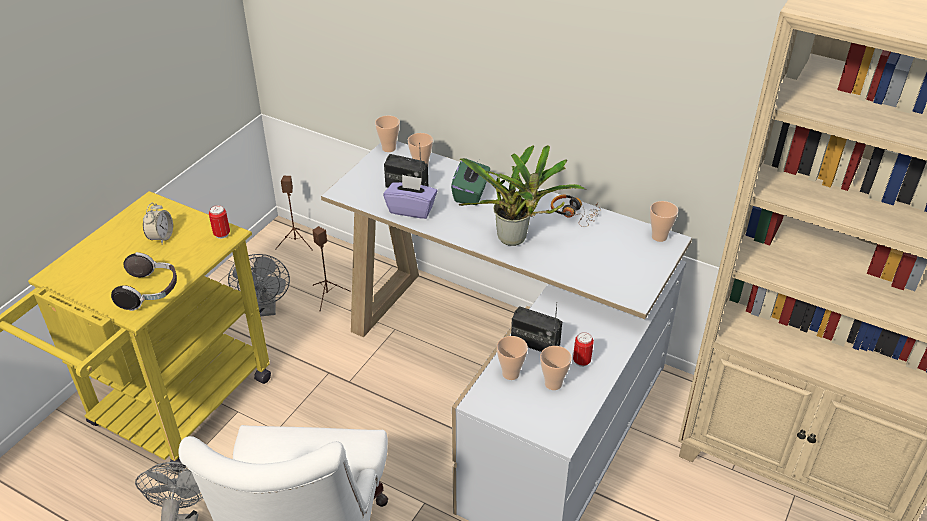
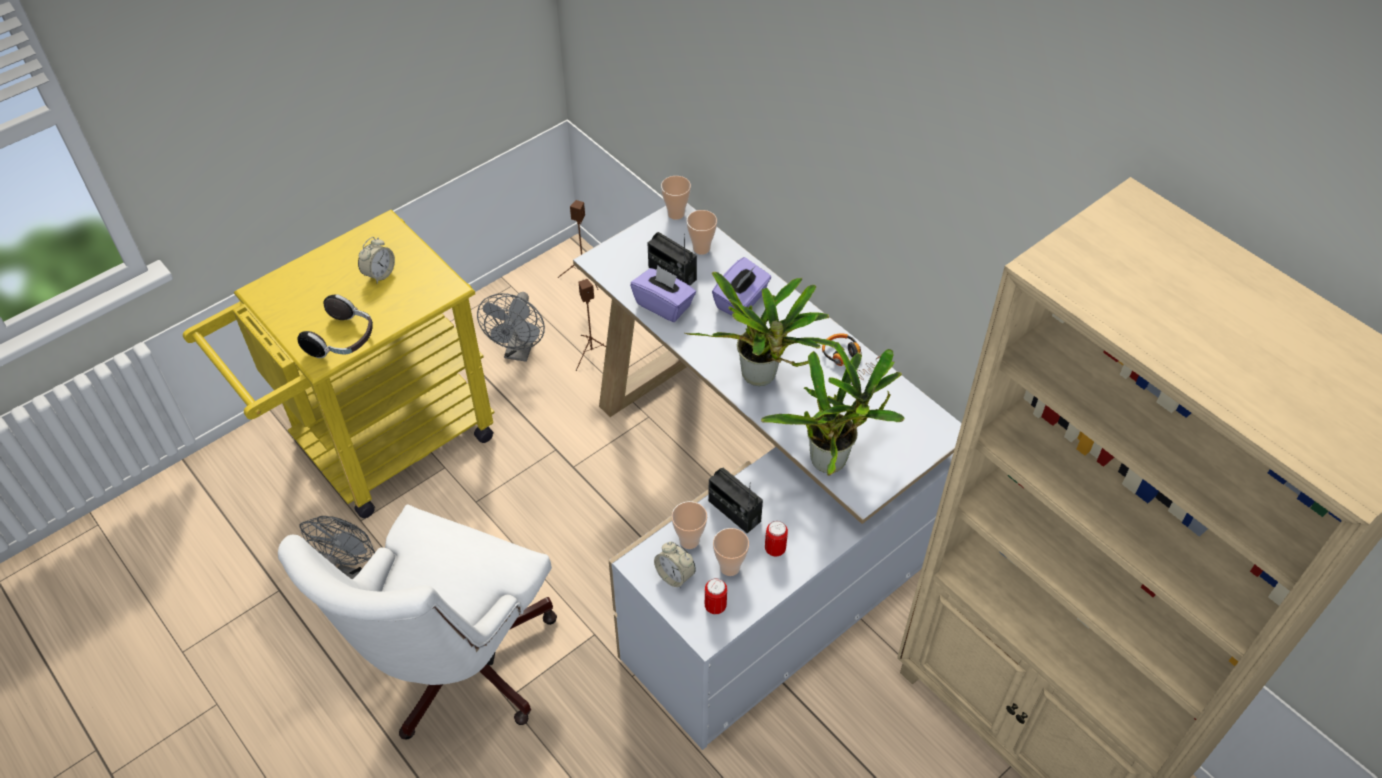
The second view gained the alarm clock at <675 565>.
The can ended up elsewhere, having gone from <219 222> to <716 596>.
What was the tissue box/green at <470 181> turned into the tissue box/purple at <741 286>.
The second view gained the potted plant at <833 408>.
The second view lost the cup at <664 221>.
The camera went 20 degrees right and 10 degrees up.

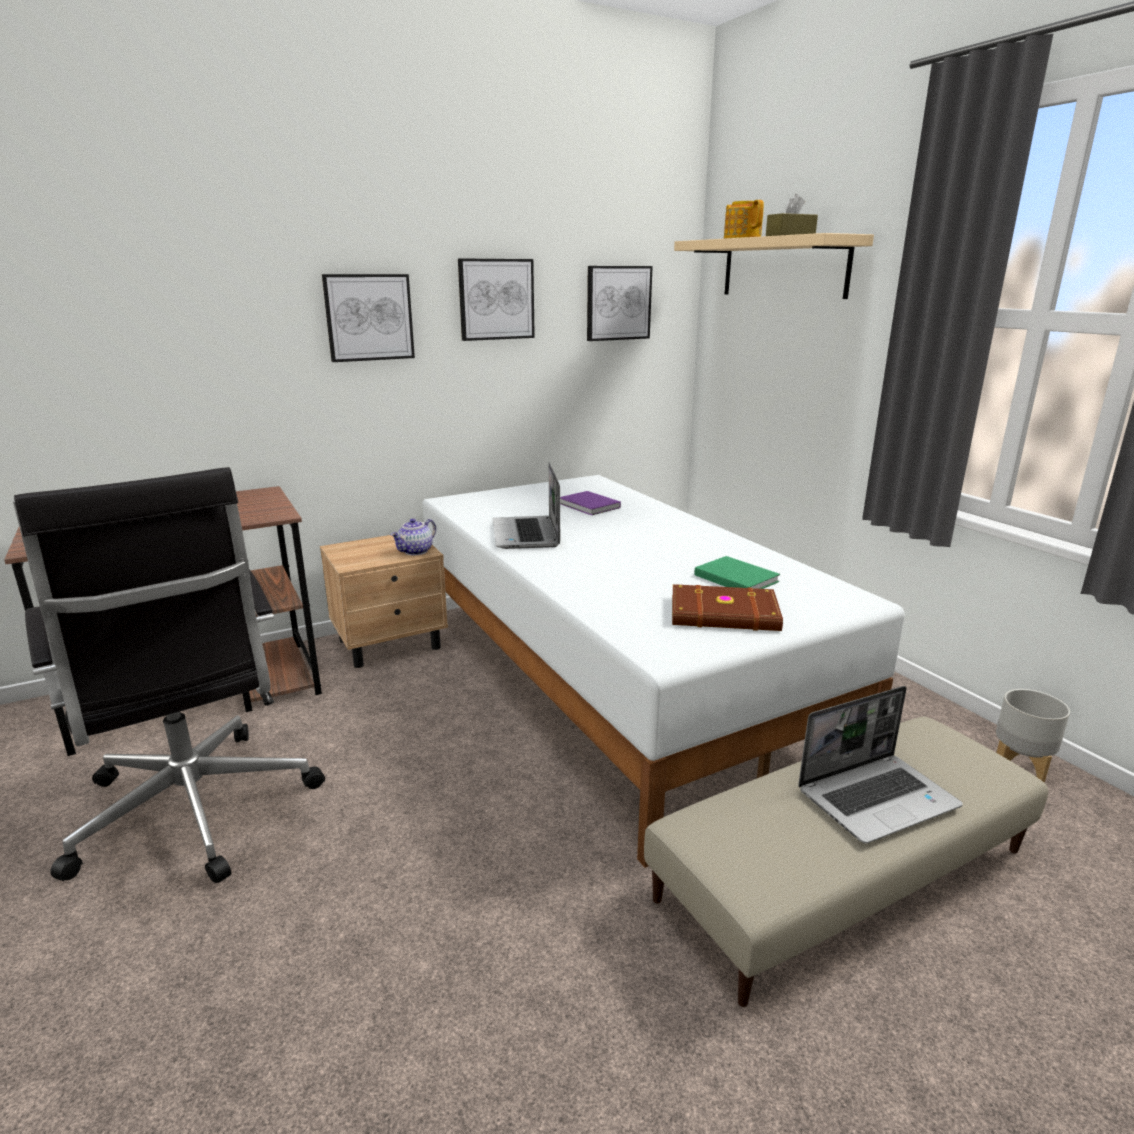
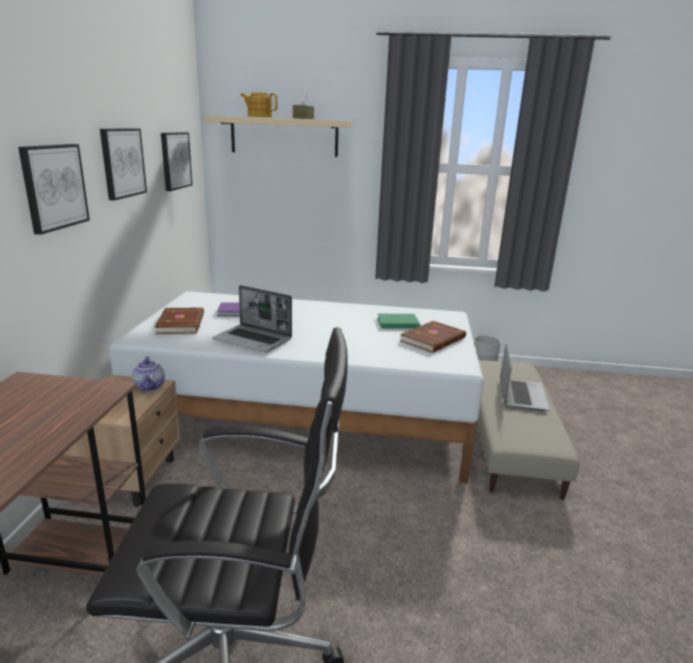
The second view gained the book/brown at <179 320>.
The camera went 55 degrees left and 0 degrees up.

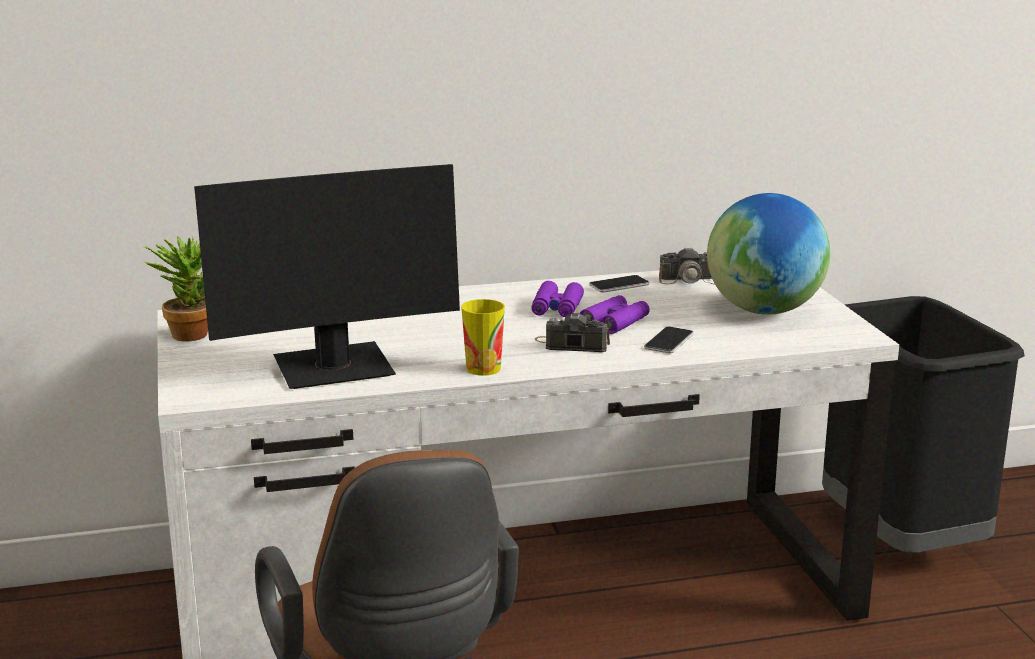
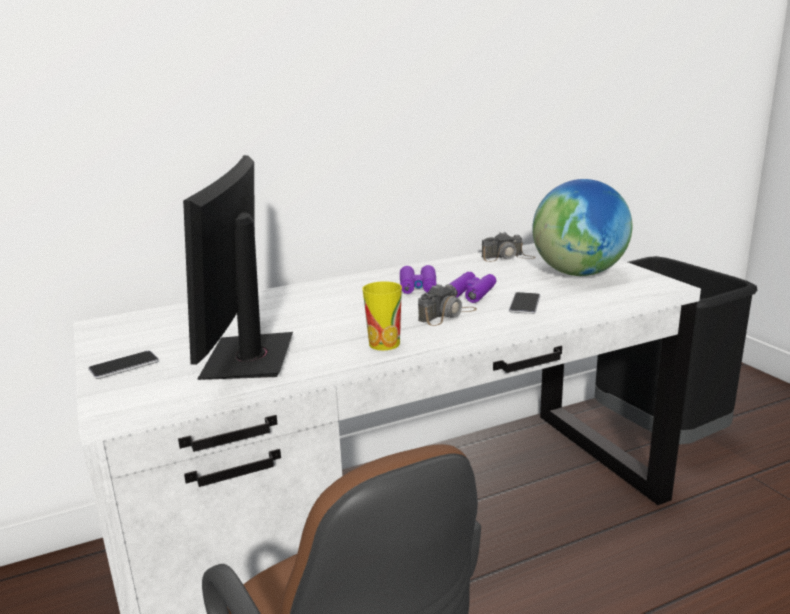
The phone ended up elsewhere, having gone from <619 284> to <123 365>.
The monitor at <327 276> ended up facing another way, 120 degrees clockwise from before.
The photo camera at <572 332> ended up facing another way, 135 degrees clockwise from before.
The second view lost the potted plant at <175 289>.
The camera went 10 degrees left and 0 degrees up.

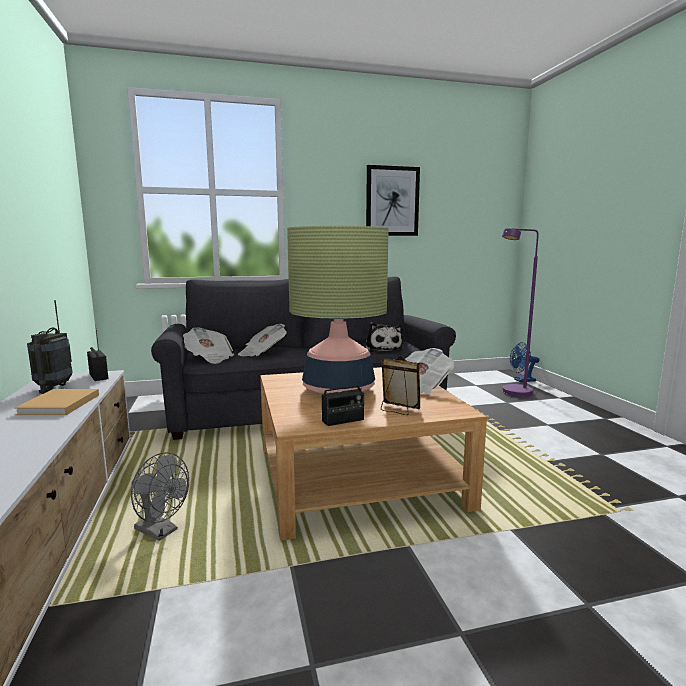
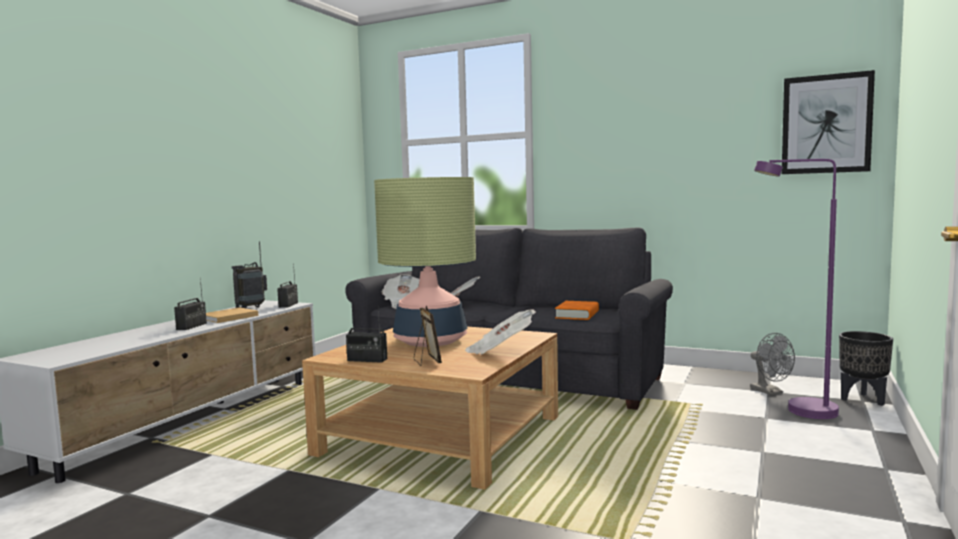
The second view gained the radio at <190 304>.
Where the plush toy stood at <384 337>, the book/orange came to stand at <577 310>.
The fan/grey ended up elsewhere, having gone from <160 496> to <772 364>.
The picture ended up elsewhere, having gone from <393 200> to <828 122>.
Where the fan/blue stood at <524 362>, the planter/black came to stand at <866 368>.
The camera went 40 degrees right and 5 degrees down.

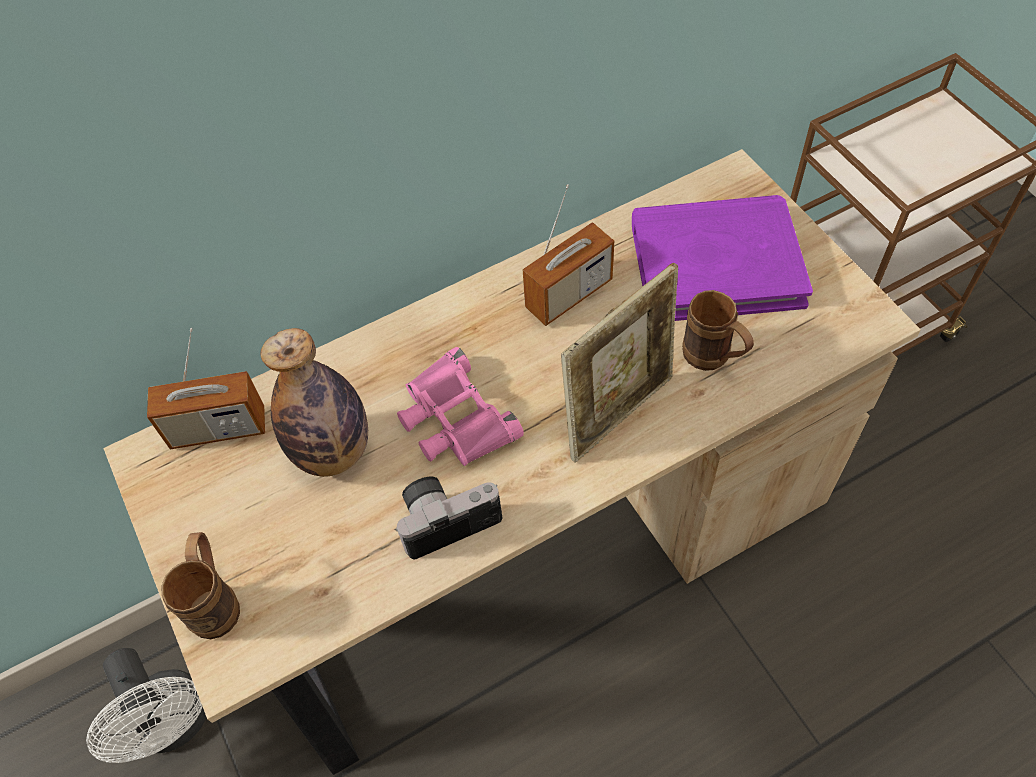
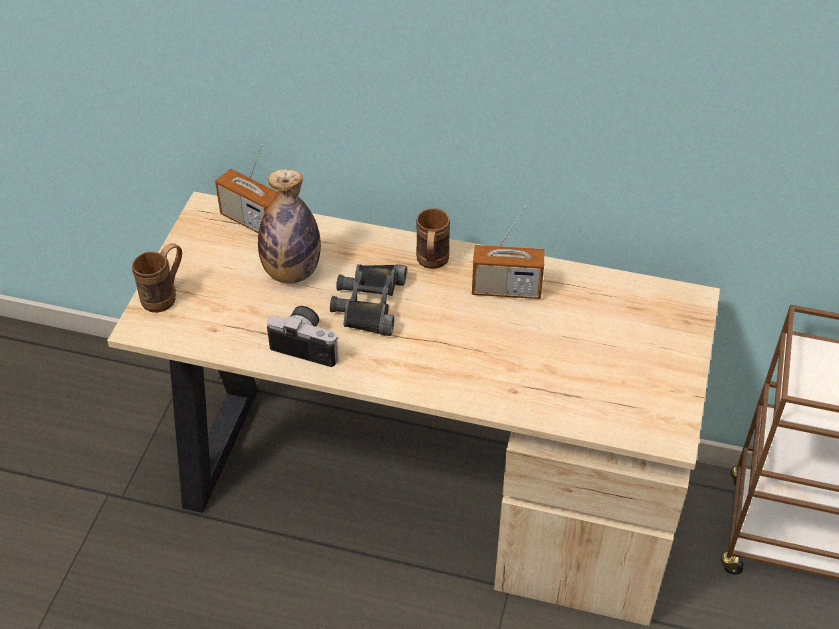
What was the binoculars/pink at <460 406> turned into the binoculars/black at <368 300>.
The mug/brown ended up elsewhere, having gone from <718 330> to <433 238>.
The second view lost the fan/white at <146 705>.
The second view lost the picture frame at <619 363>.
The second view lost the book/purple at <722 258>.
The camera went 40 degrees right and 10 degrees down.

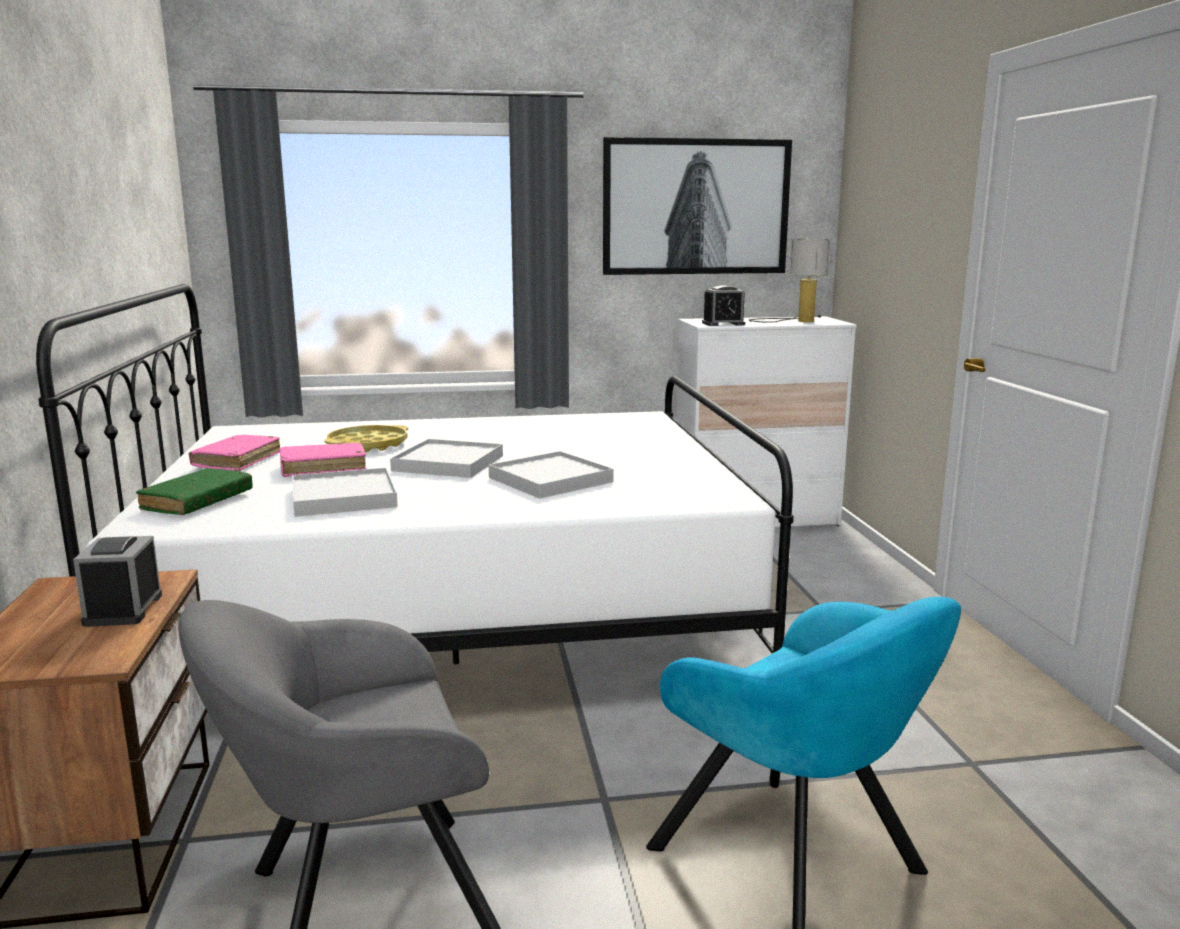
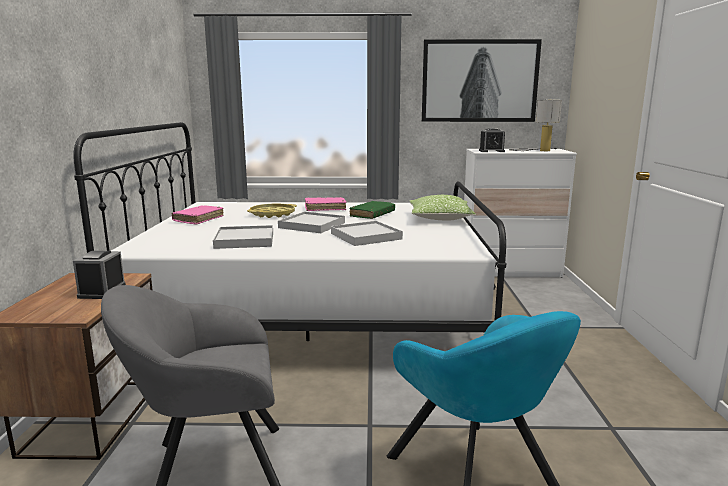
The book/pink ended up elsewhere, having gone from <323 460> to <325 204>.
The book/green ended up elsewhere, having gone from <194 491> to <372 210>.
The second view gained the pillow at <443 208>.
The camera went 10 degrees right and 0 degrees up.

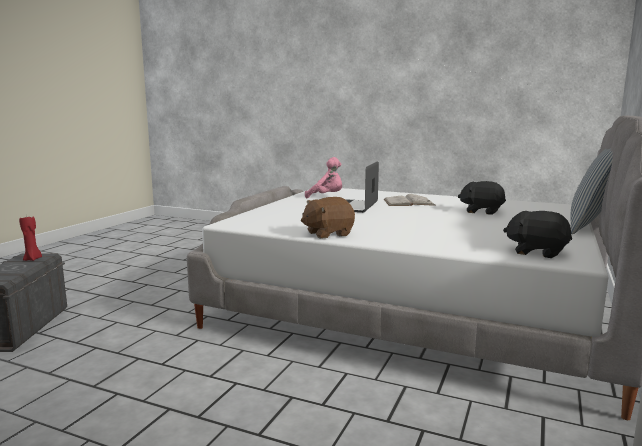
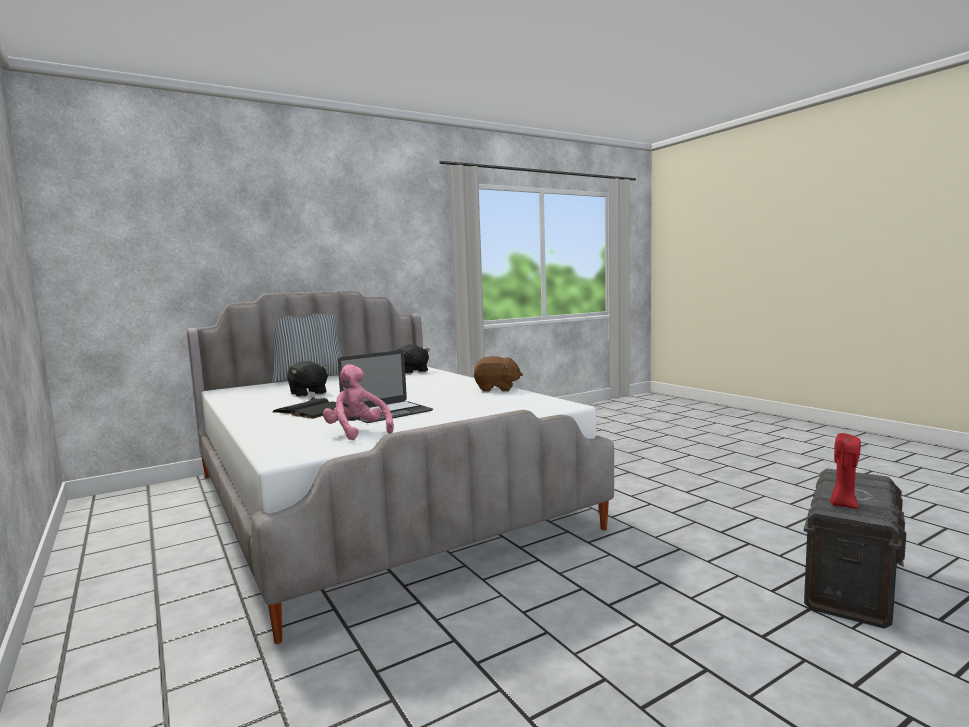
What was the book/white at <410 200> turned into the book/black at <304 408>.
The camera went 145 degrees left and 5 degrees down.

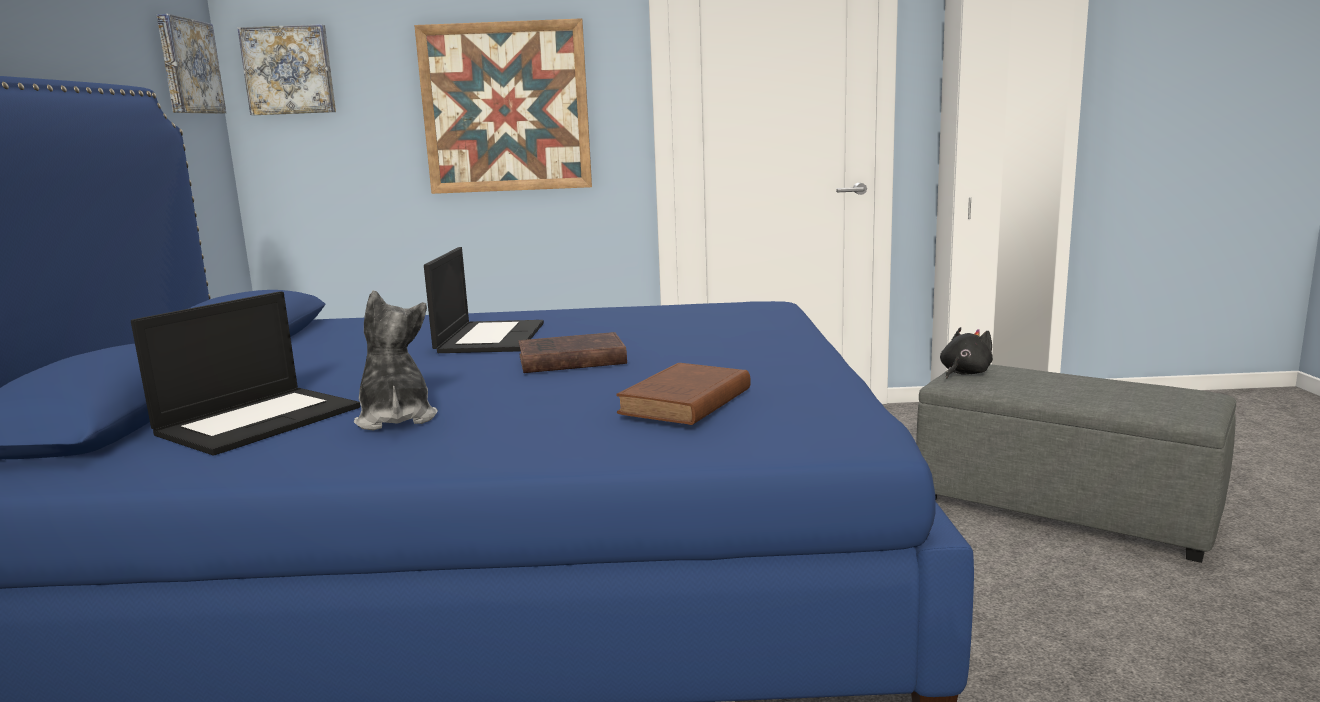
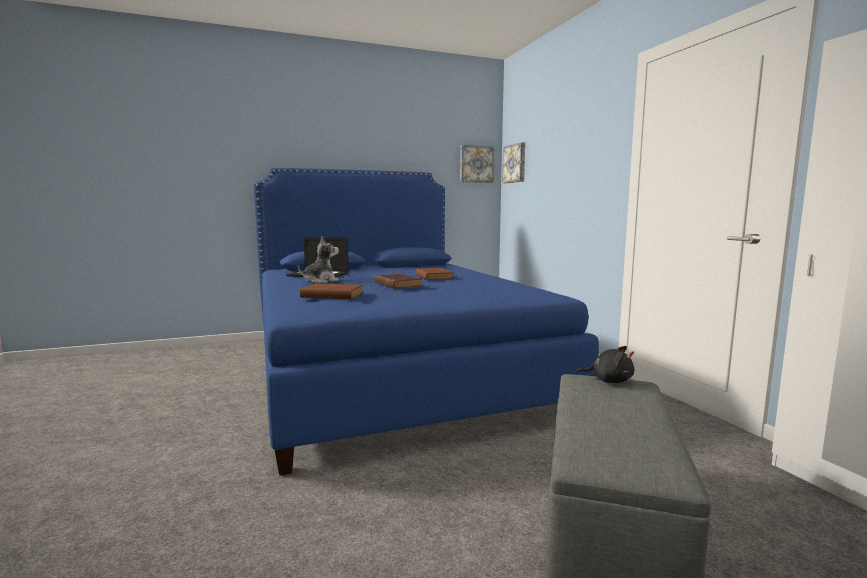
Where the laptop stood at <484 300>, the book/brown came to stand at <435 274>.
The second view lost the picture at <503 106>.
The camera went 70 degrees right and 5 degrees down.

